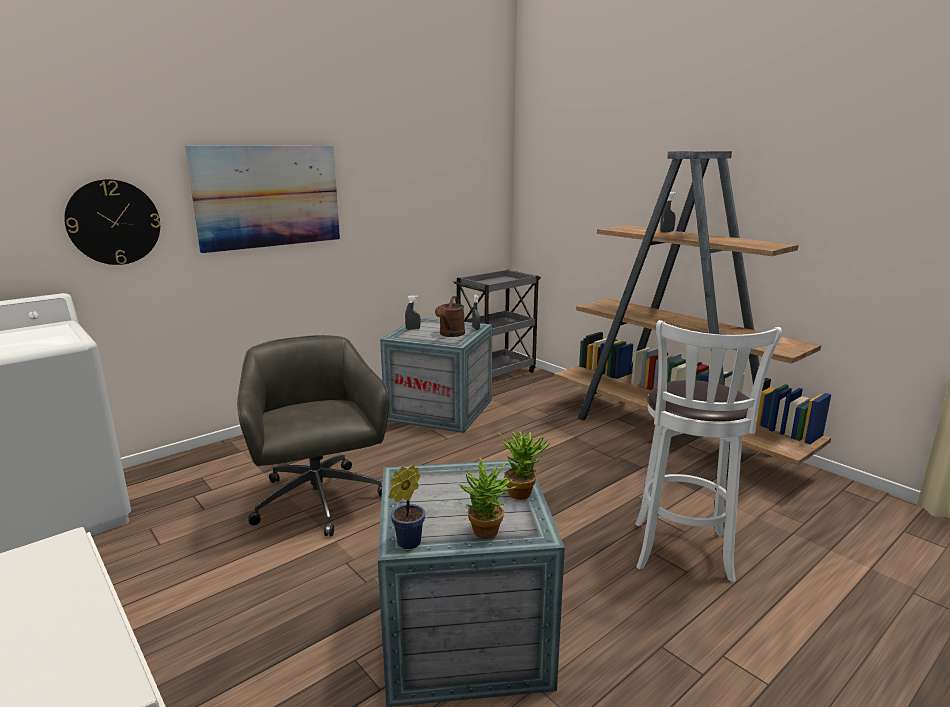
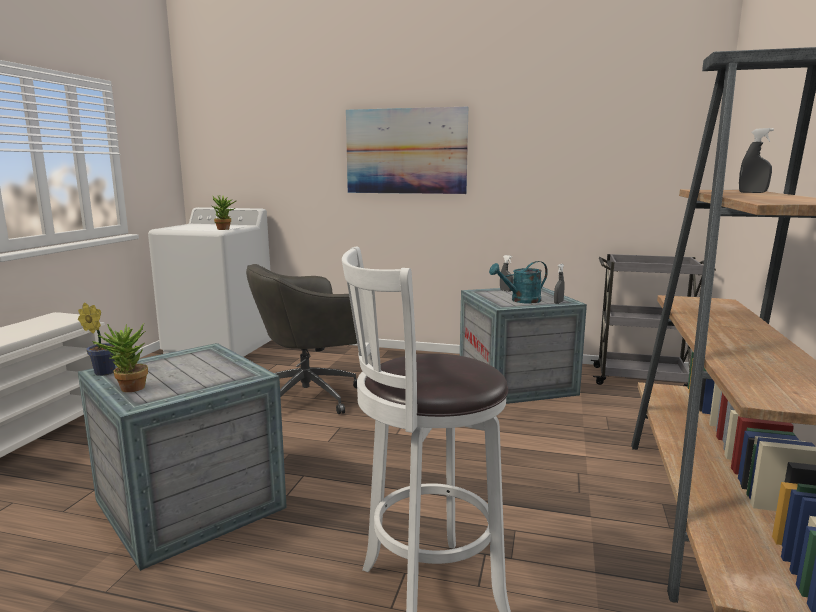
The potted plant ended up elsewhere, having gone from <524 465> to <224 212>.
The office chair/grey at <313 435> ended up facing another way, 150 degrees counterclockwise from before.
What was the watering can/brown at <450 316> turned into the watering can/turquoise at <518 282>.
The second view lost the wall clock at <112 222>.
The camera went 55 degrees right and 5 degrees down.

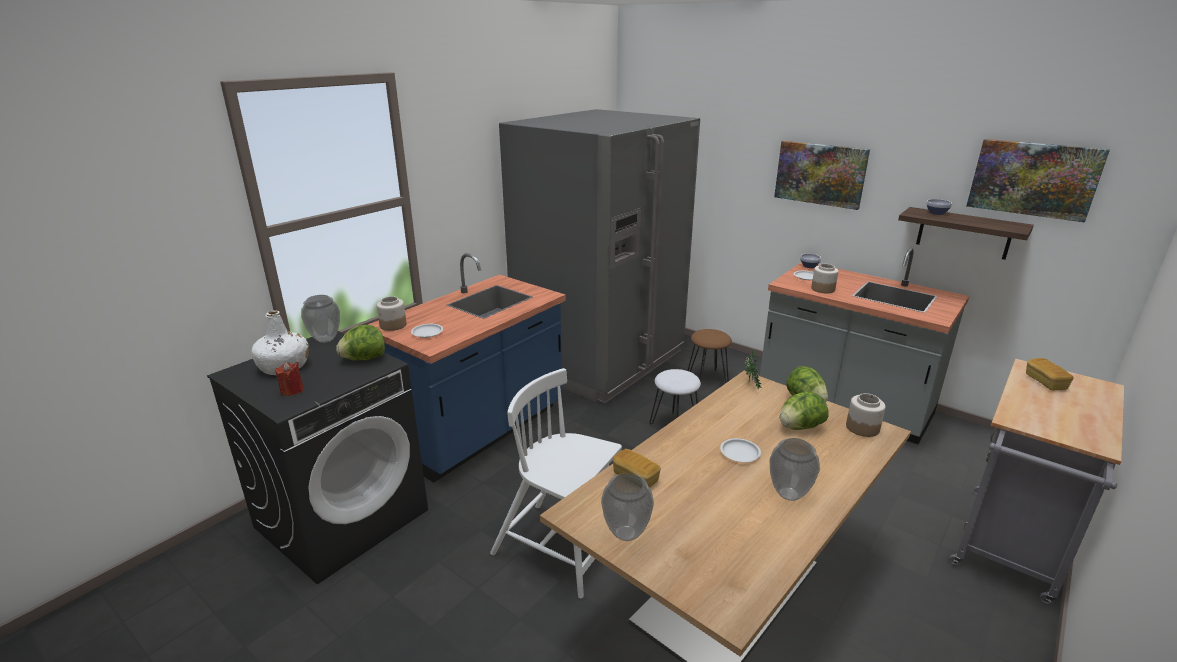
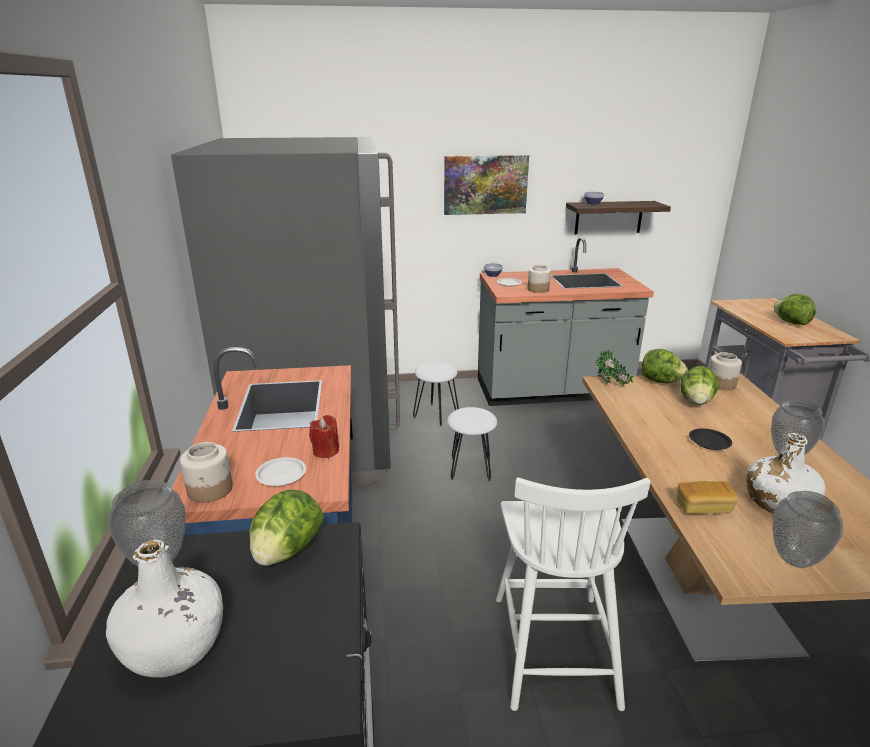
The candle/red ended up elsewhere, having gone from <289 379> to <324 436>.
What was the stool/brown at <709 359> turned into the stool/white at <436 394>.
The chair/white at <556 483> ended up facing another way, 75 degrees counterclockwise from before.
What was the plate/white at <740 450> turned into the plate/black at <710 439>.
The second view gained the bottle/white at <786 473>.
The second view gained the lettuce at <795 309>.
The second view lost the picture at <1038 181>.
The second view lost the bread at <1049 374>.
The camera went 45 degrees left and 0 degrees up.

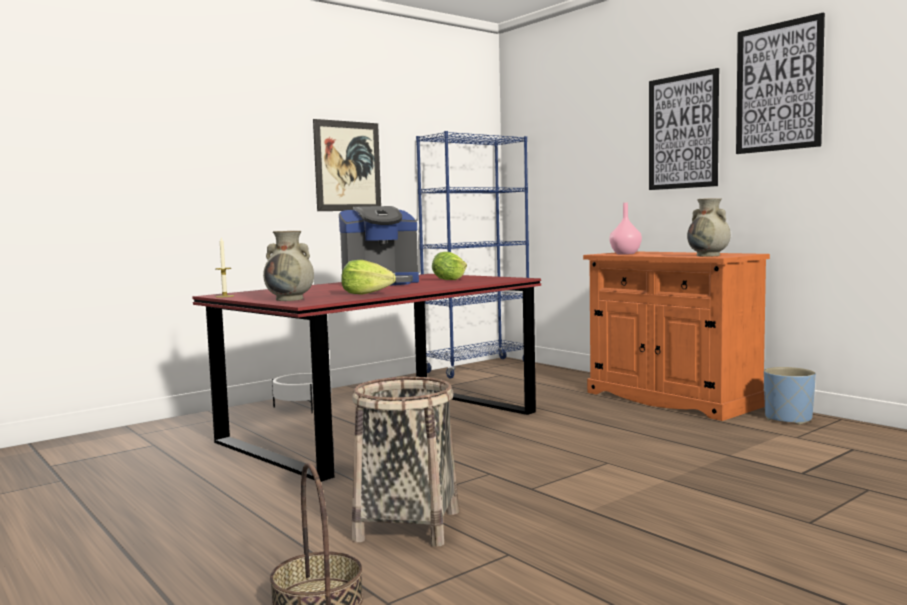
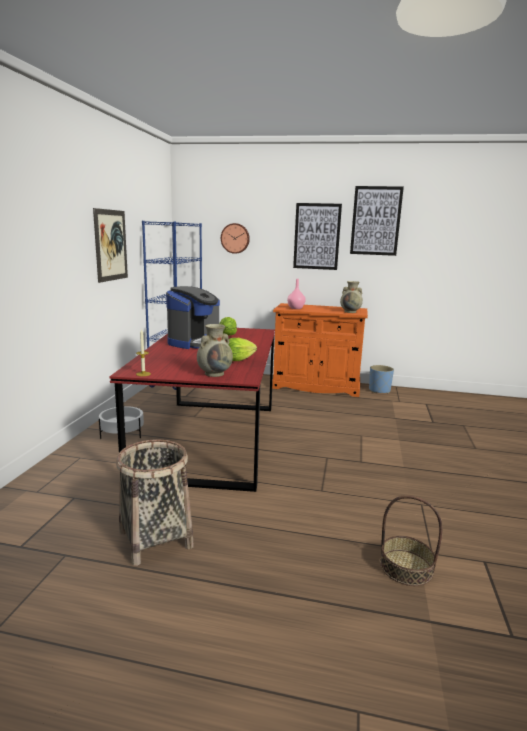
The basket ended up elsewhere, having gone from <405 462> to <154 503>.
The second view gained the wall clock at <235 238>.
The camera went 40 degrees left and 10 degrees up.

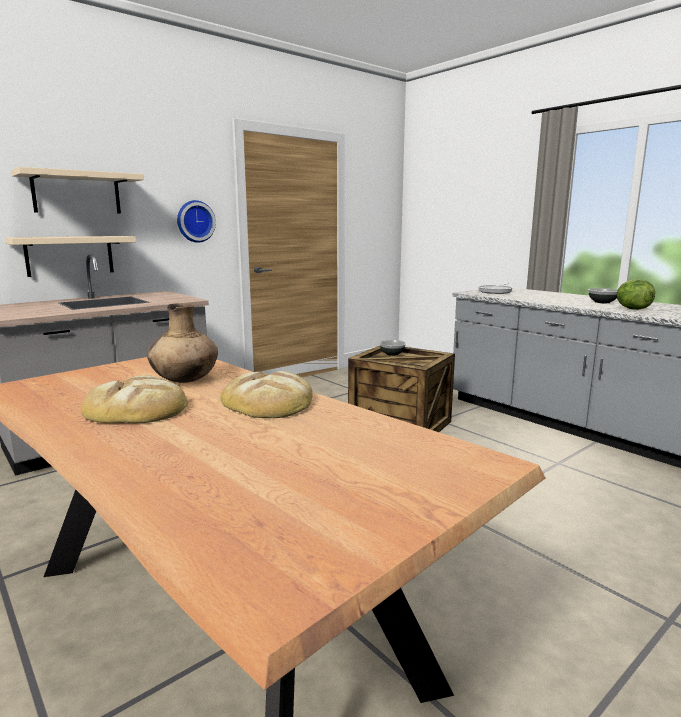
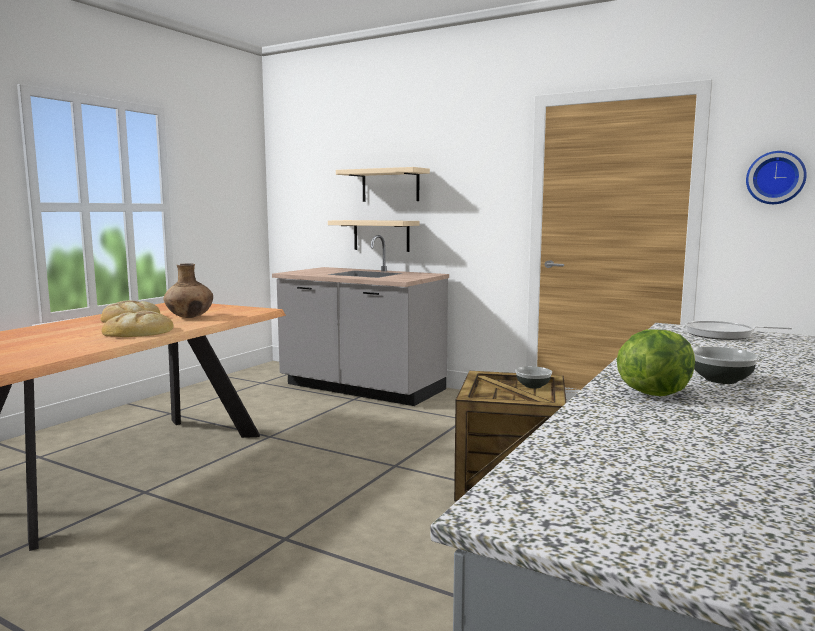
The wall clock ended up elsewhere, having gone from <196 221> to <776 177>.
The camera went 70 degrees right and 5 degrees down.

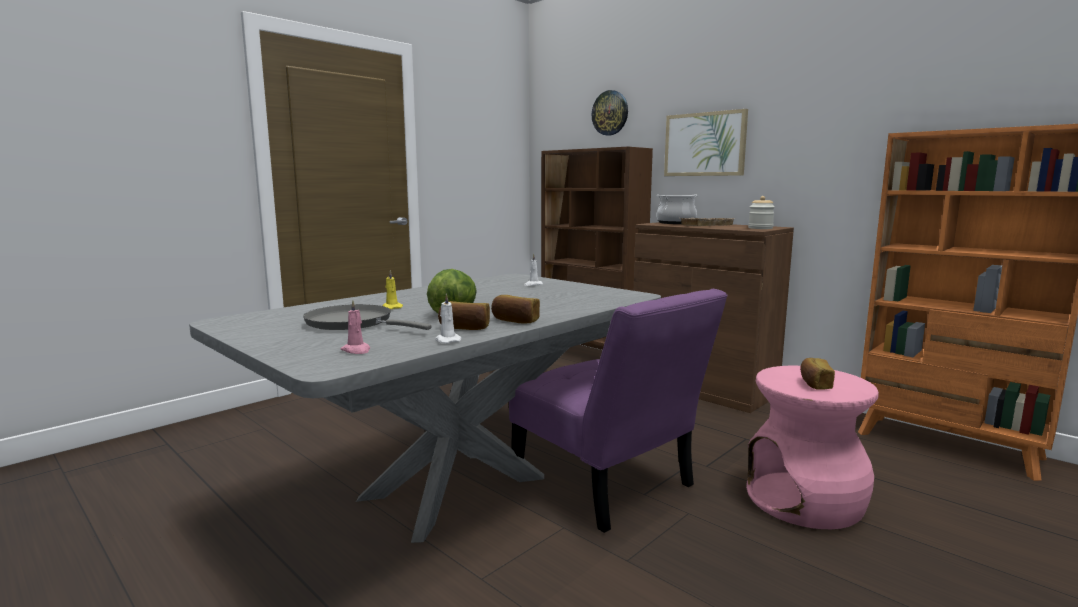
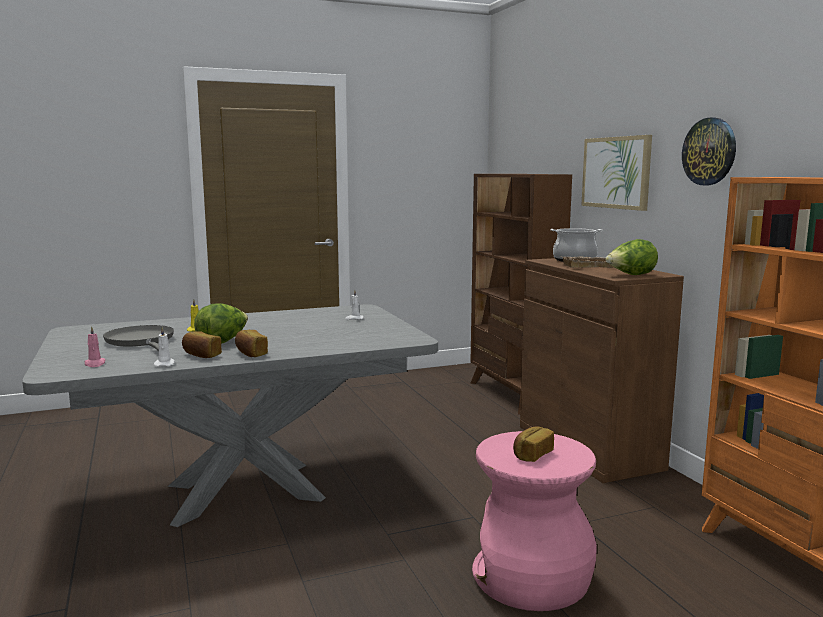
Where the jar stood at <761 212>, the lettuce came to stand at <632 257>.
The wall clock ended up elsewhere, having gone from <610 113> to <709 151>.
The second view lost the chair/purple at <618 411>.
The camera went 25 degrees right and 0 degrees up.

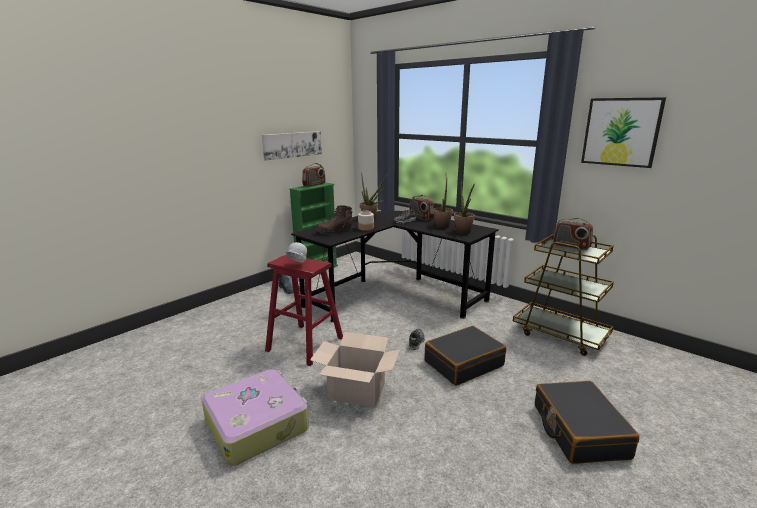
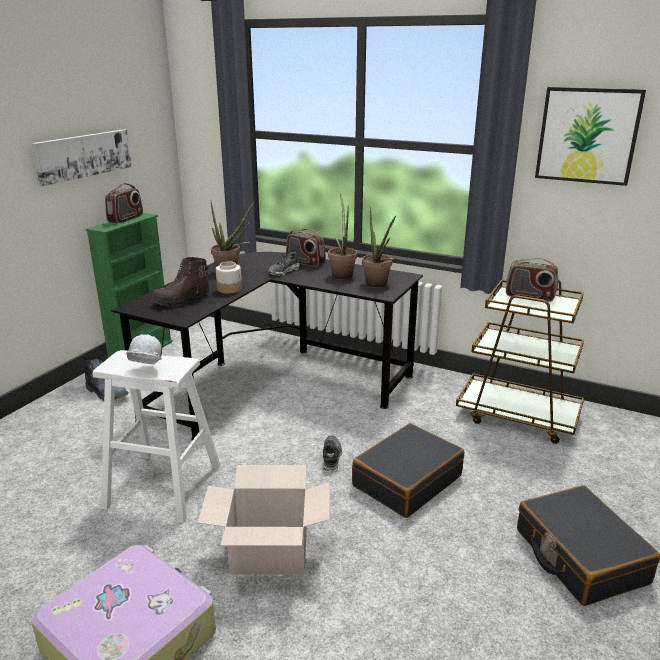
What was the stool/red at <304 310> turned into the stool/white at <157 436>.
The camera went 15 degrees left and 5 degrees up.

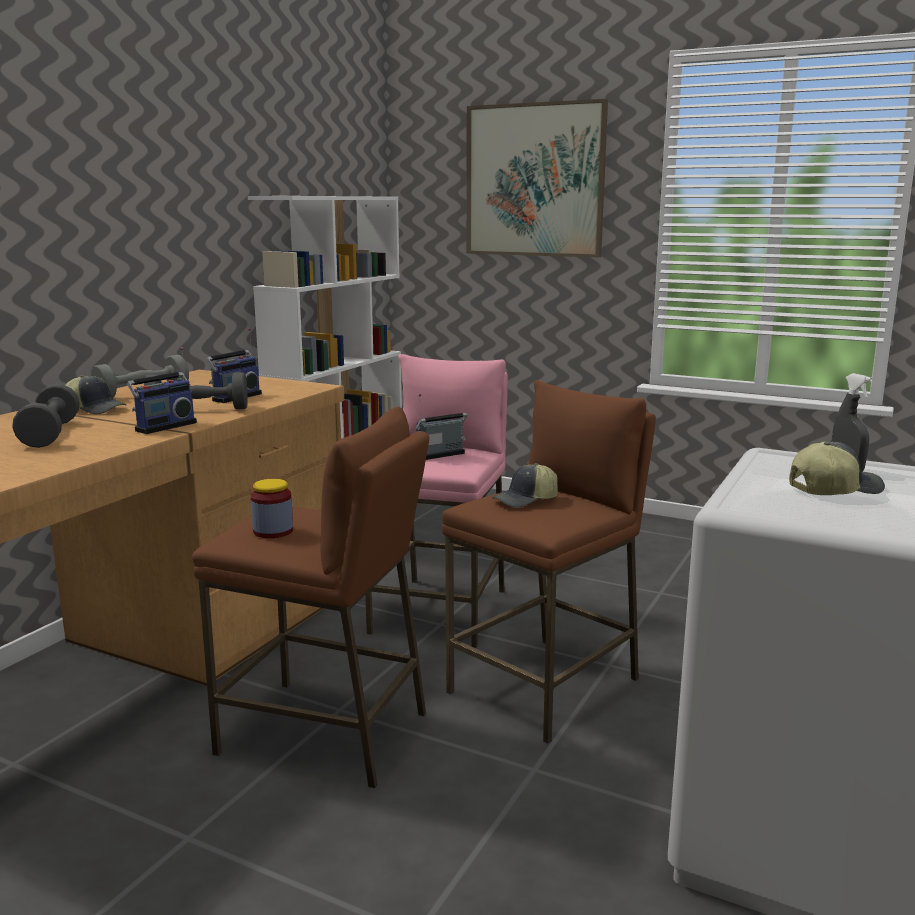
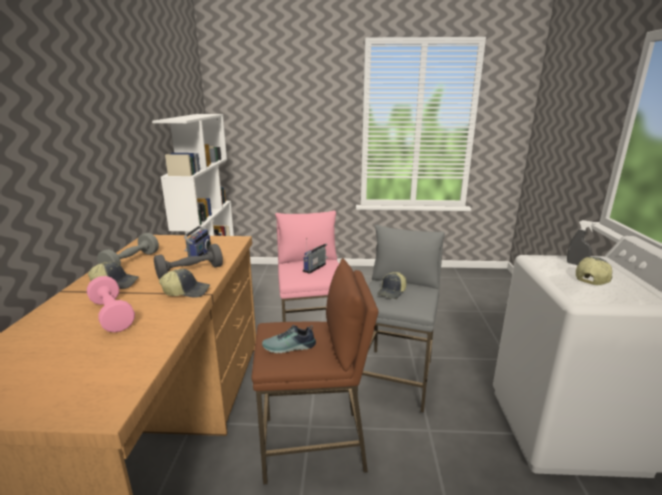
What was the dumbbell/grey at <46 416> turned into the dumbbell/pink at <111 304>.
Where the radio stood at <162 390>, the cap came to stand at <184 283>.
Where the jar stood at <272 508>, the shoe came to stand at <289 339>.
What was the stool/brown at <549 562> turned into the stool/grey at <401 319>.
The second view lost the picture at <537 178>.
The camera went 25 degrees left and 5 degrees up.

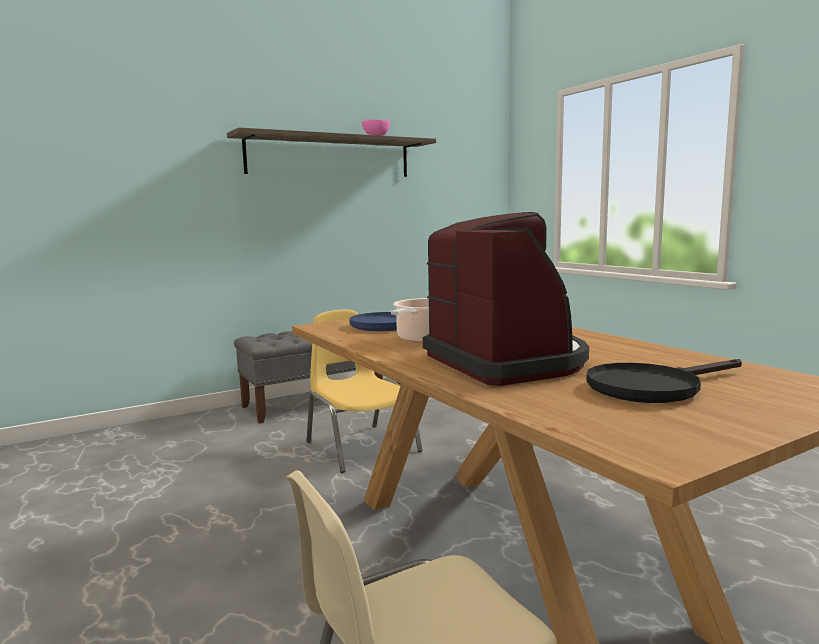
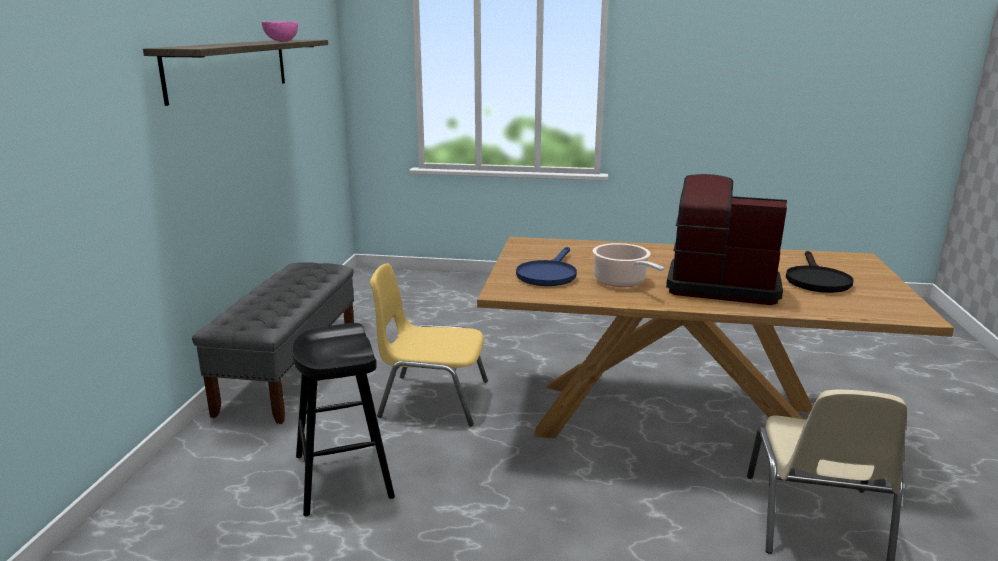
The second view gained the stool/black at <343 419>.
The camera went 50 degrees left and 10 degrees up.

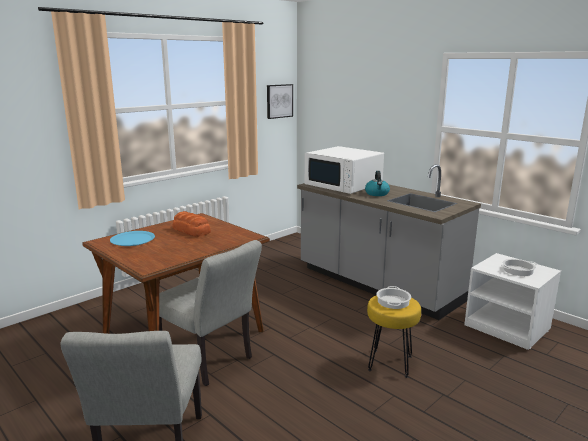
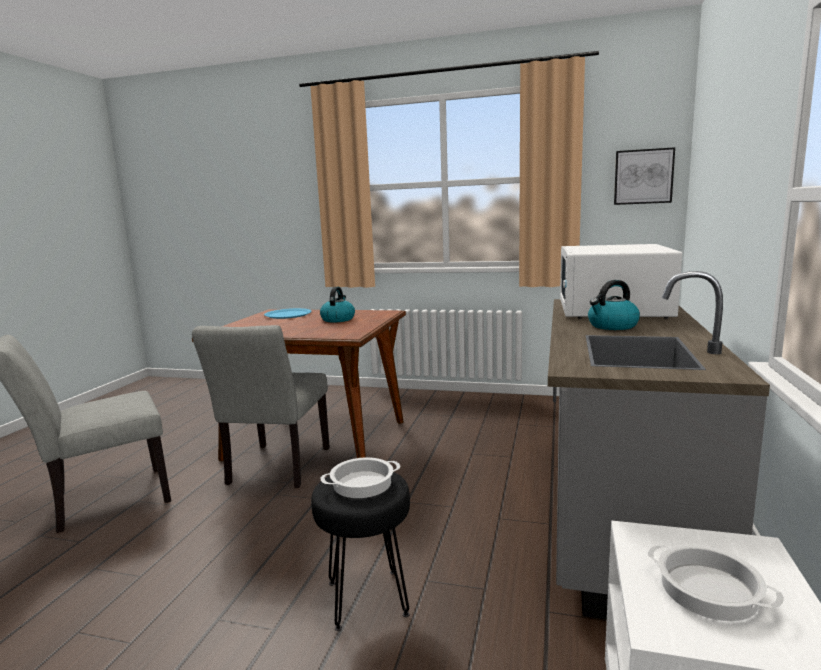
What was the stool/yellow at <394 336> turned into the stool/black at <360 551>.
Where the bread stood at <191 224>, the kettle came to stand at <337 304>.
The camera went 60 degrees right and 5 degrees down.

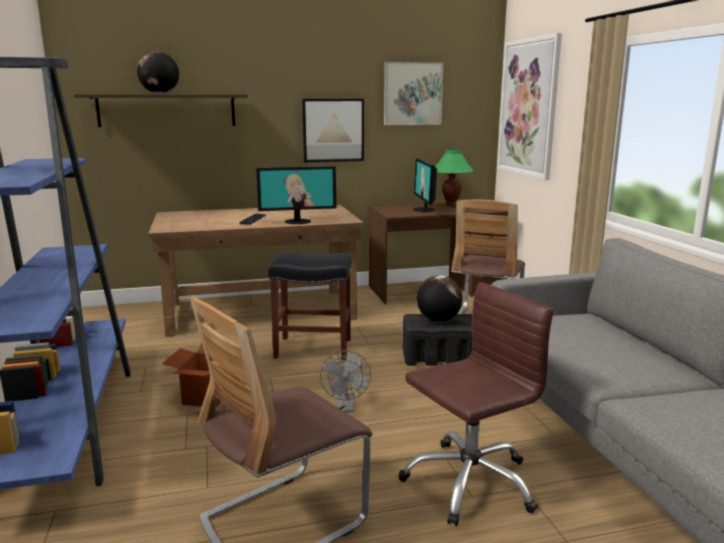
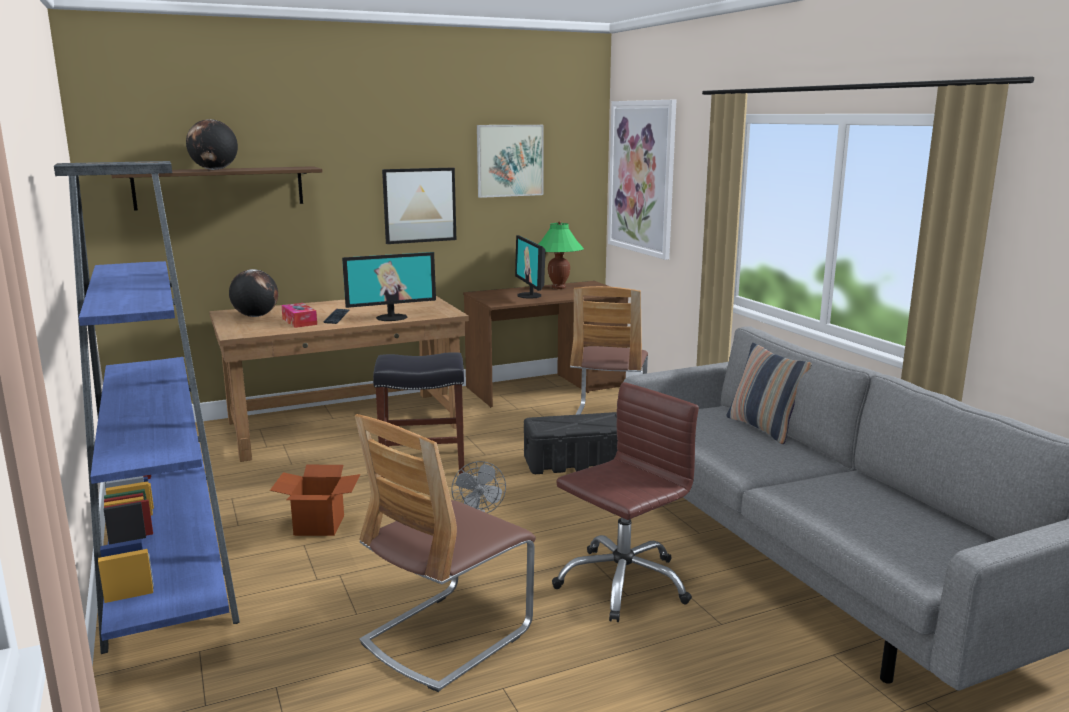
The globe ended up elsewhere, having gone from <439 298> to <253 293>.
The second view gained the tissue box at <299 315>.
The second view gained the pillow at <769 393>.
The camera went 10 degrees left and 0 degrees up.

